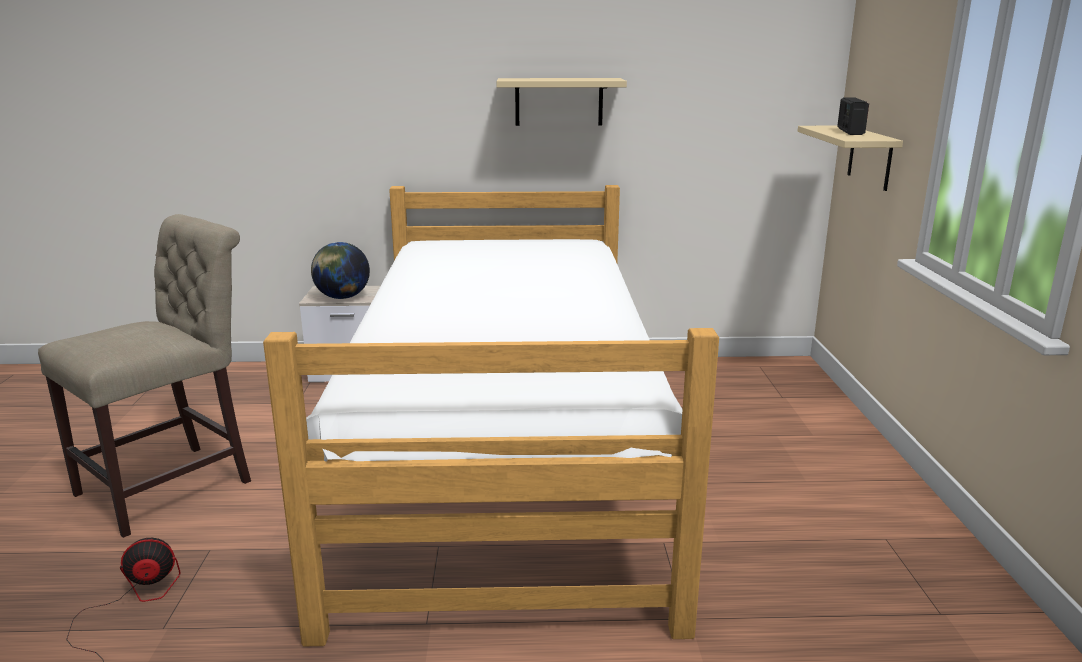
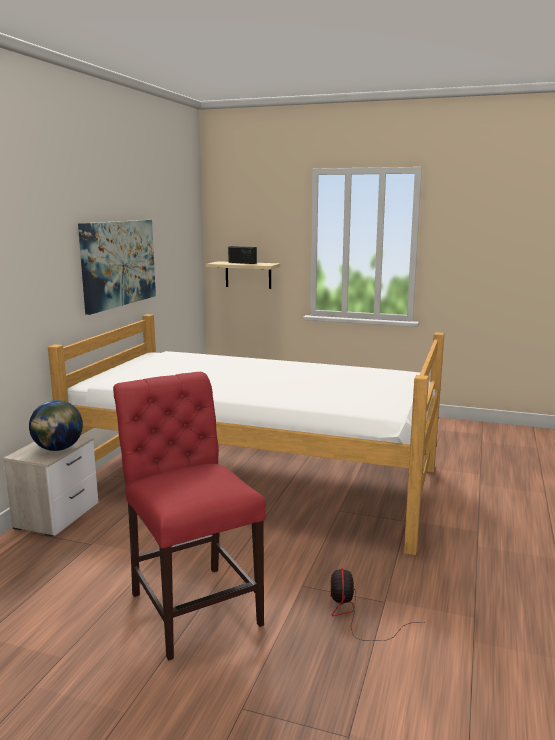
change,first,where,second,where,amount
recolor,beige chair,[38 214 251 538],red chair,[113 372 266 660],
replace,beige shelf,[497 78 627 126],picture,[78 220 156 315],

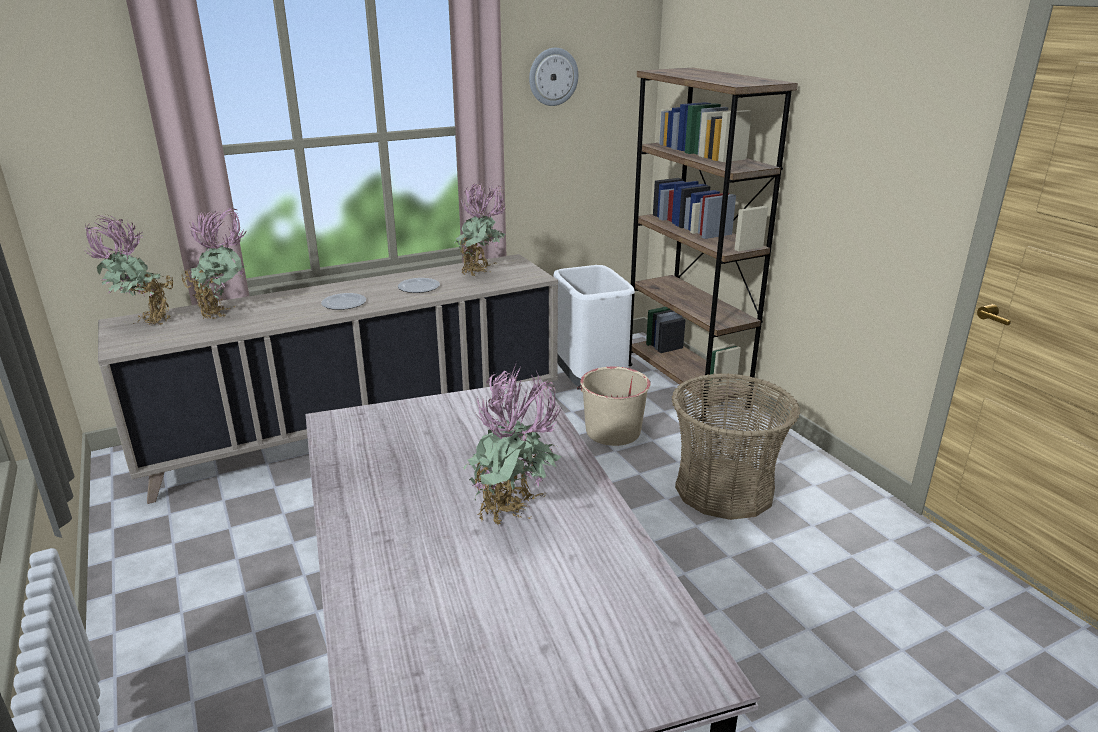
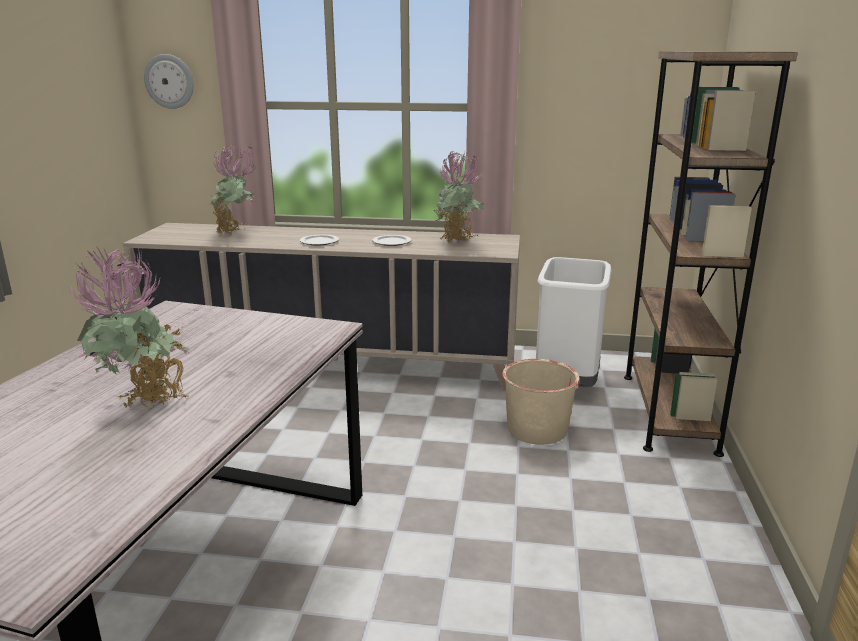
change,first,where,second,where,amount
delete,potted plant,[84 214 174 325],,,
move,wall clock,[529 48 579 106],,[144 54 194 109],
delete,basket,[672 373 800 520],,,

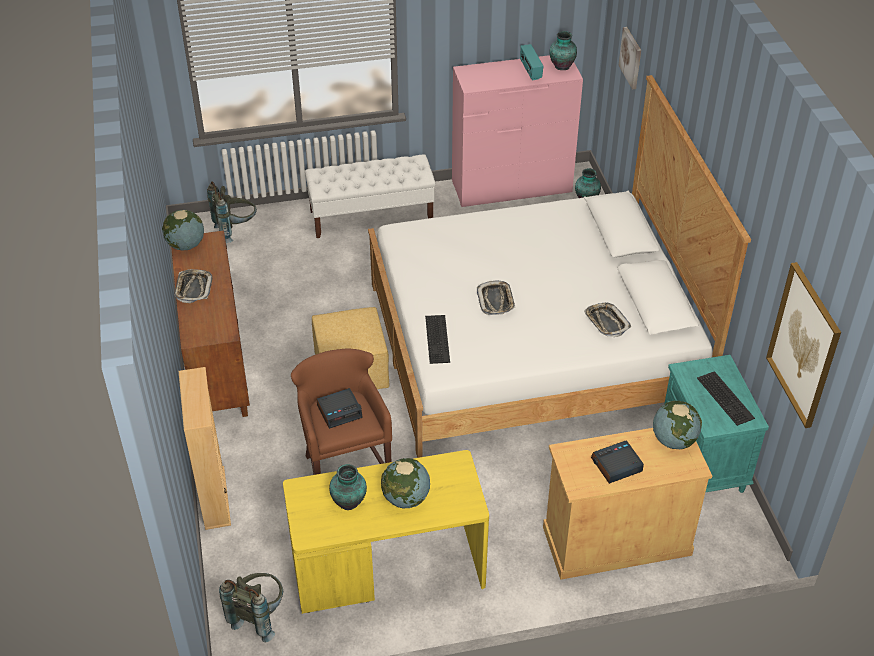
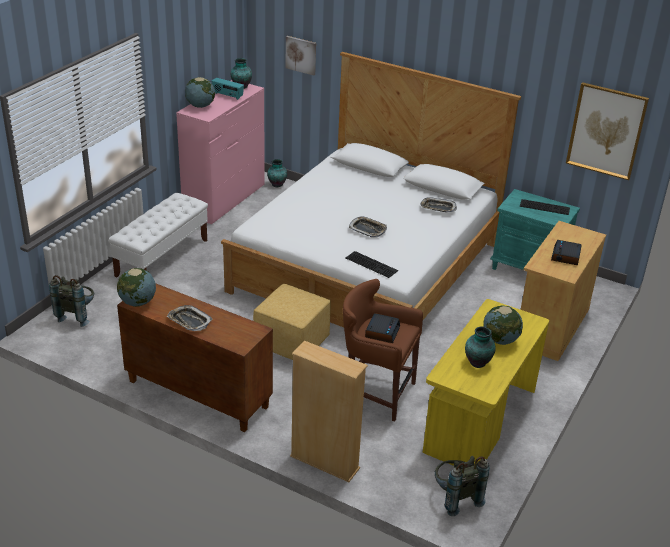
change,first,where,second,where,amount
move,globe,[653 401 702 449],,[185 77 215 108],

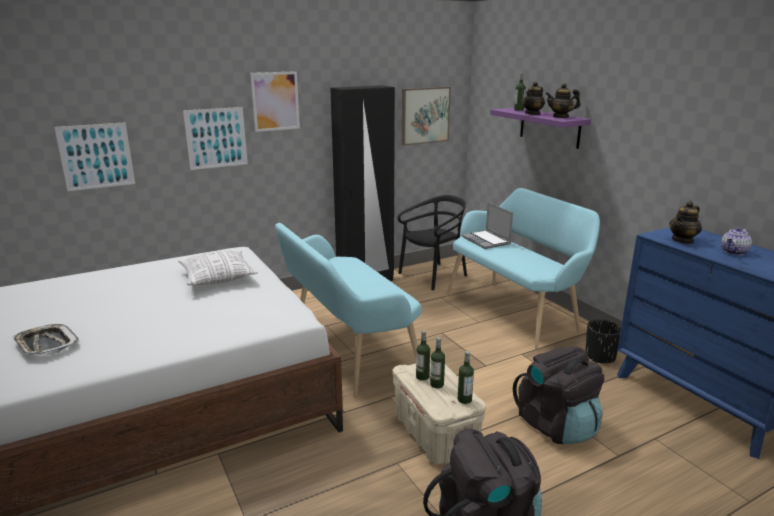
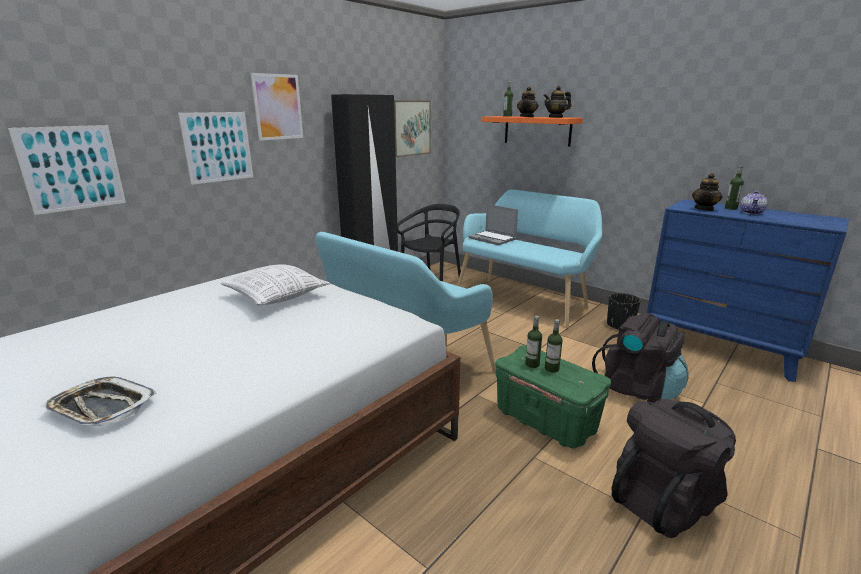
change,first,where,second,where,amount
recolor,beige storage box,[392 358 486 464],green storage box,[495 345 611 448],
move,bottle,[458 351 474 404],,[725 165 744 210],
recolor,purple shelf,[490 108 591 149],orange shelf,[481 116 583 147],

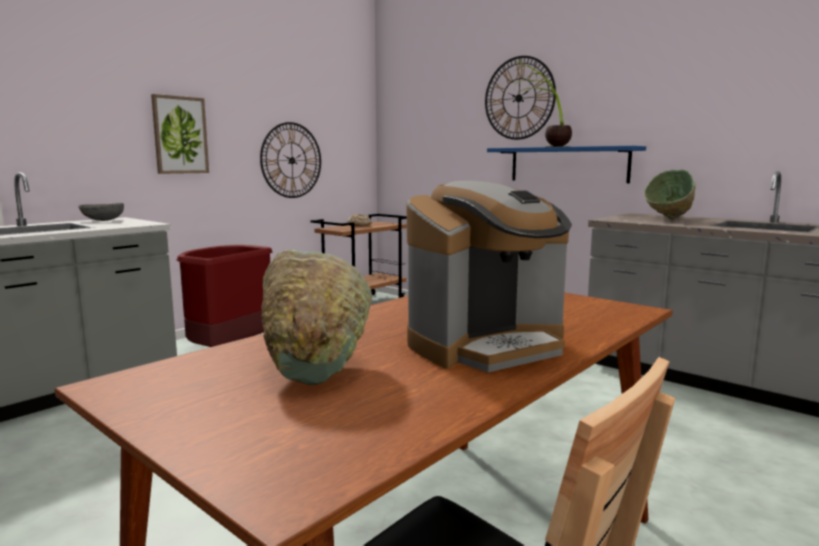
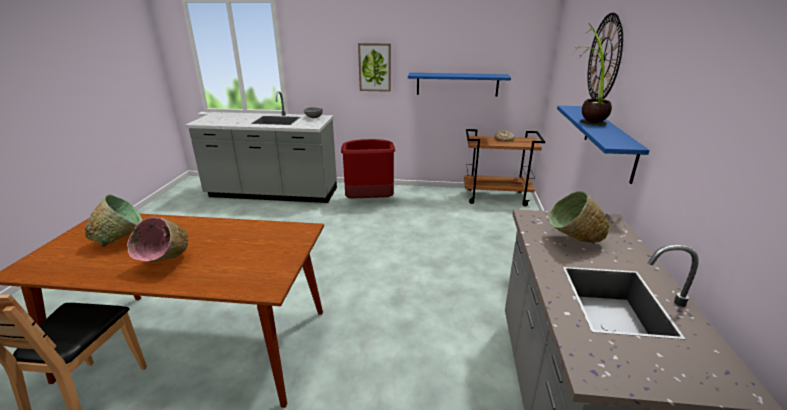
change,first,where,second,where,amount
replace,wall clock,[260 122 321 198],blue shelf,[408 73 511 97],
replace,coffee machine,[407 181 572 372],pink bowl,[127 217 188 262],

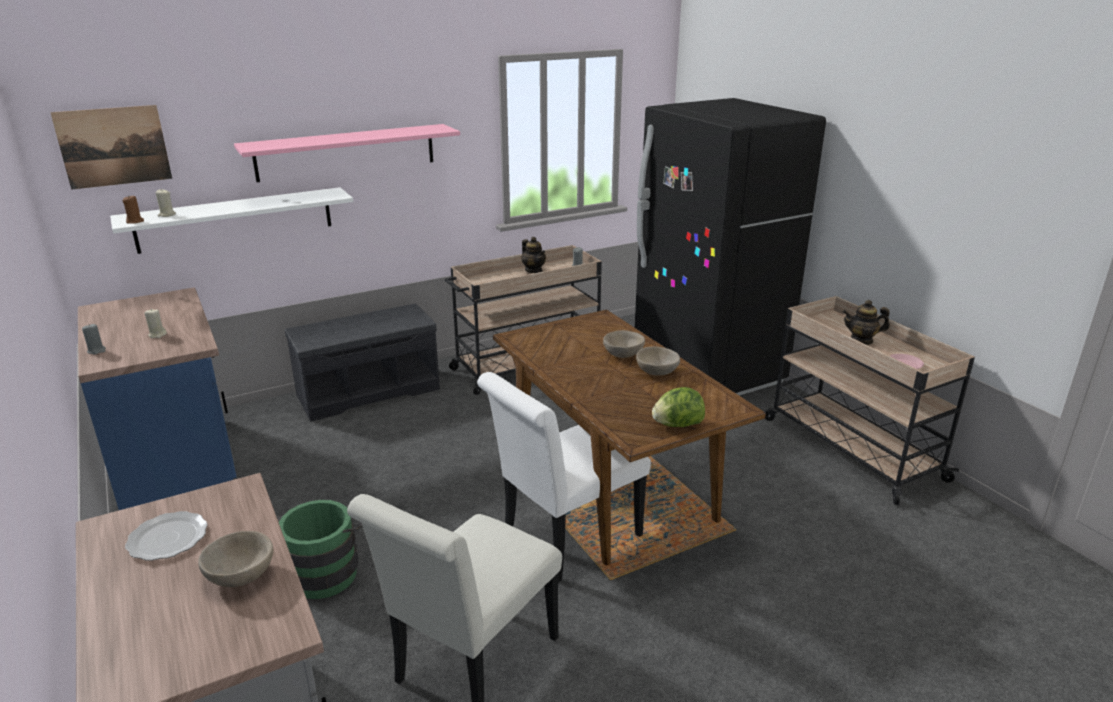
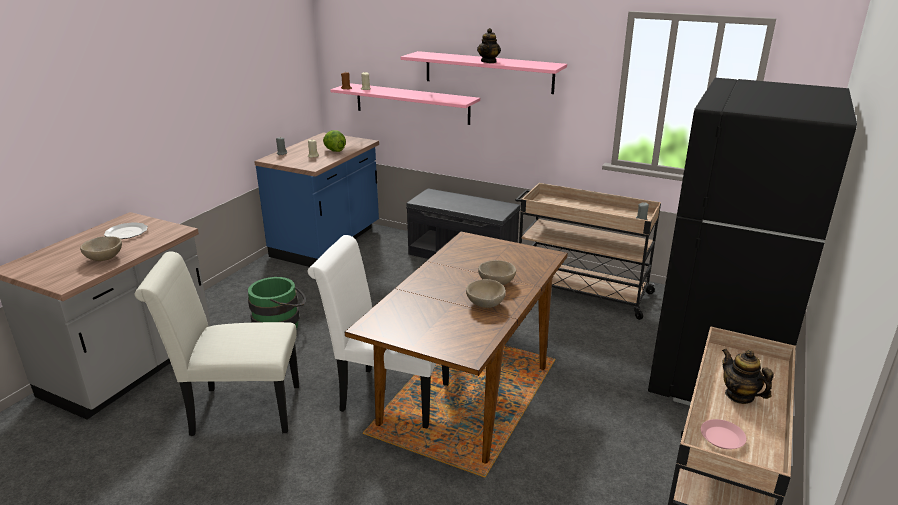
change,first,where,second,where,amount
delete,picture,[50 105 172 190],,,
recolor,white shelf,[110 187 353 254],pink shelf,[330 83 480 125],
move,teapot,[521 237 546 273],,[477 28 501 63],
move,lettuce,[652 387 705 427],,[323 130 346 152],

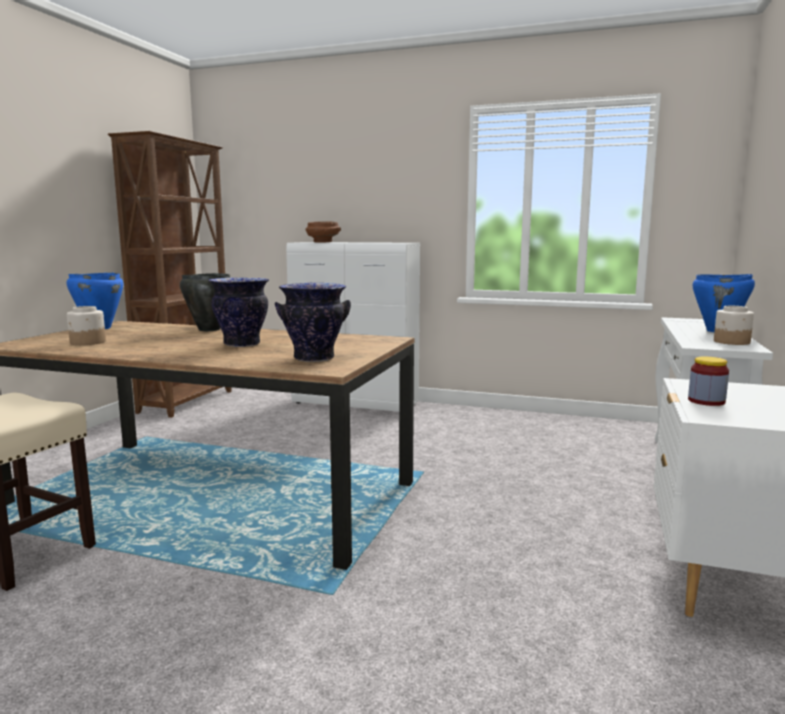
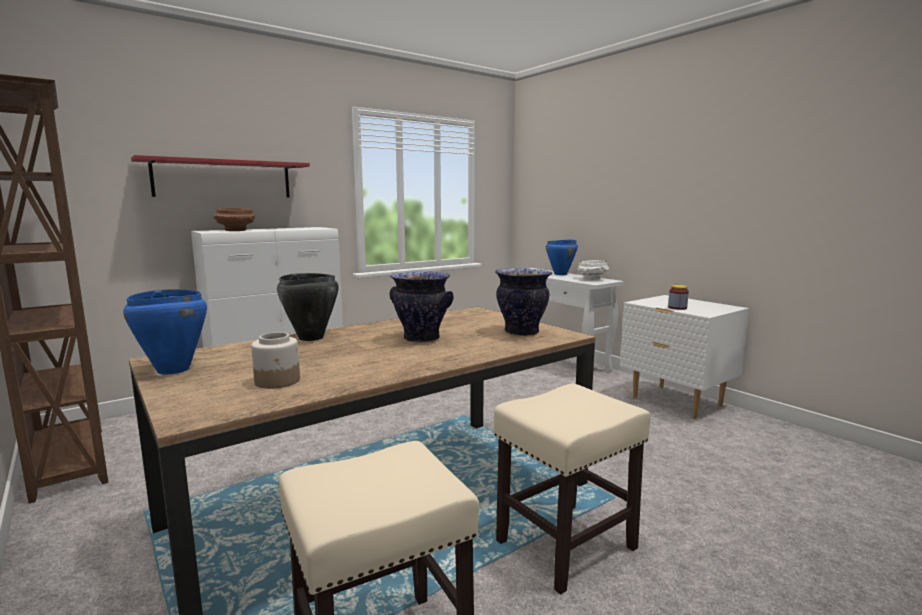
change,first,where,second,where,amount
replace,jar,[714 306 754 345],white bowl,[577 260 609 280],
insert,,,red shelf,[131 155 310 197],
insert,,,beige stool,[494 383 651 595],

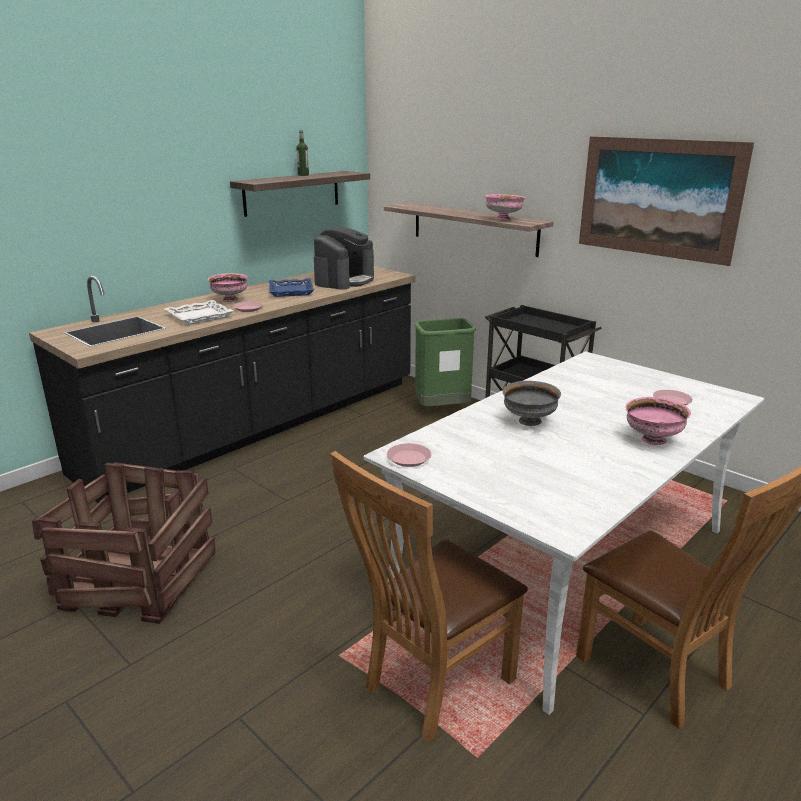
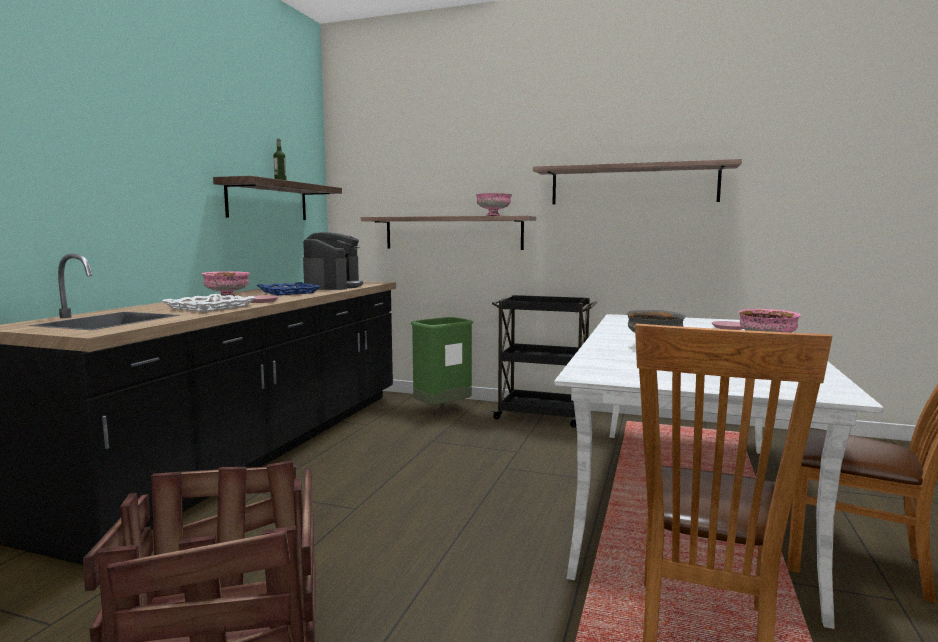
change,first,where,second,where,amount
delete,pink plate,[387 443 431 467],,,
replace,picture,[579 136 754 266],shelf,[533 159 742 205],

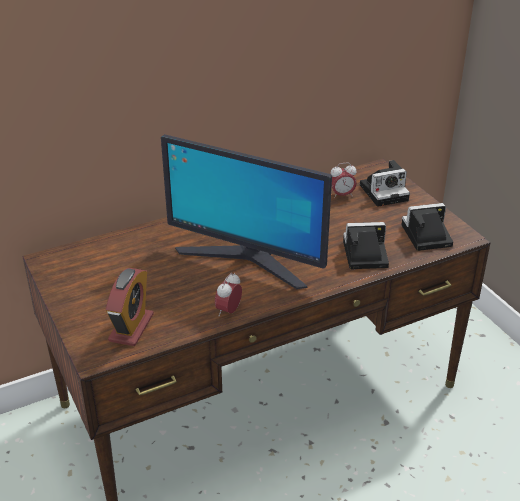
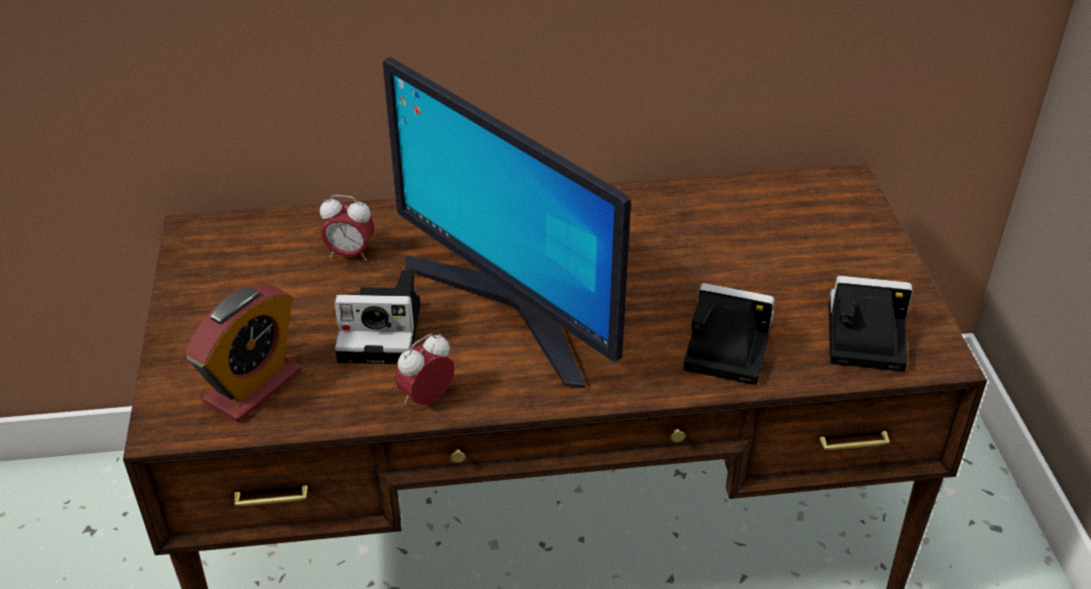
change,first,where,second,where,amount
move,alarm clock,[331 162 357 199],,[320 195 374 261],
move,photo camera,[360 160 410 207],,[335 270 420 364],

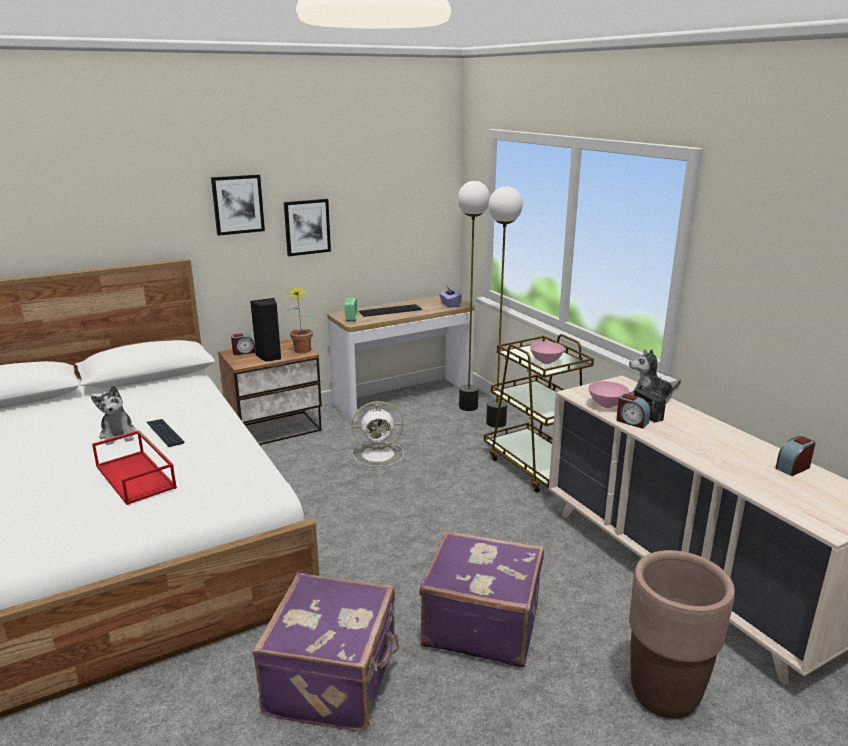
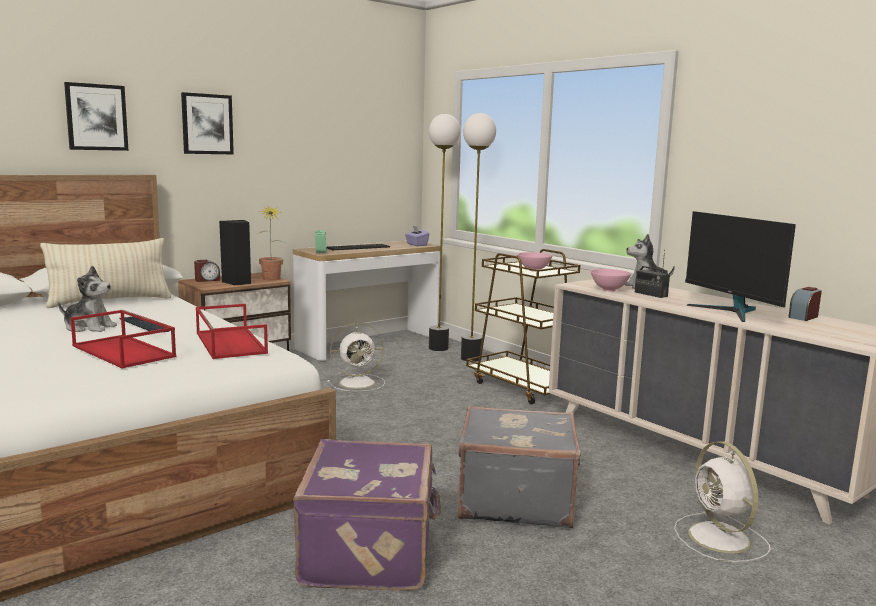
change,first,where,second,where,amount
rotate,plush toy,[91 386 137 445],,[58 266 117 332],45 degrees counterclockwise
move,picture,[284 199 331 256],,[64 82 129 151],
recolor,purple suitcase,[419 531 544 667],grey suitcase,[458 406 581 528],
delete,alarm clock,[616 394 651 429],,,
replace,brown planter,[629 550 735 718],white fan,[674 441 770 562],
insert,,,beige pillow,[40 238 172 308],
insert,,,red tray,[196 304 268 359],
insert,,,monitor,[685 211 796 322],

